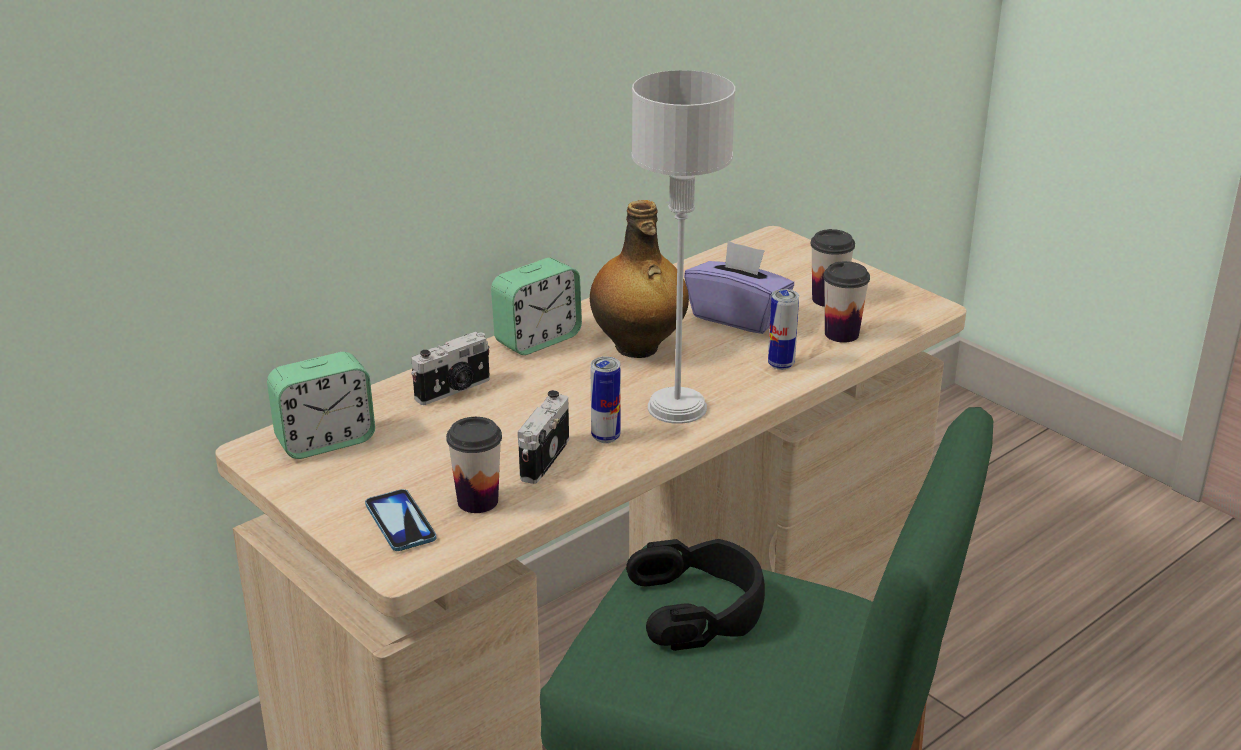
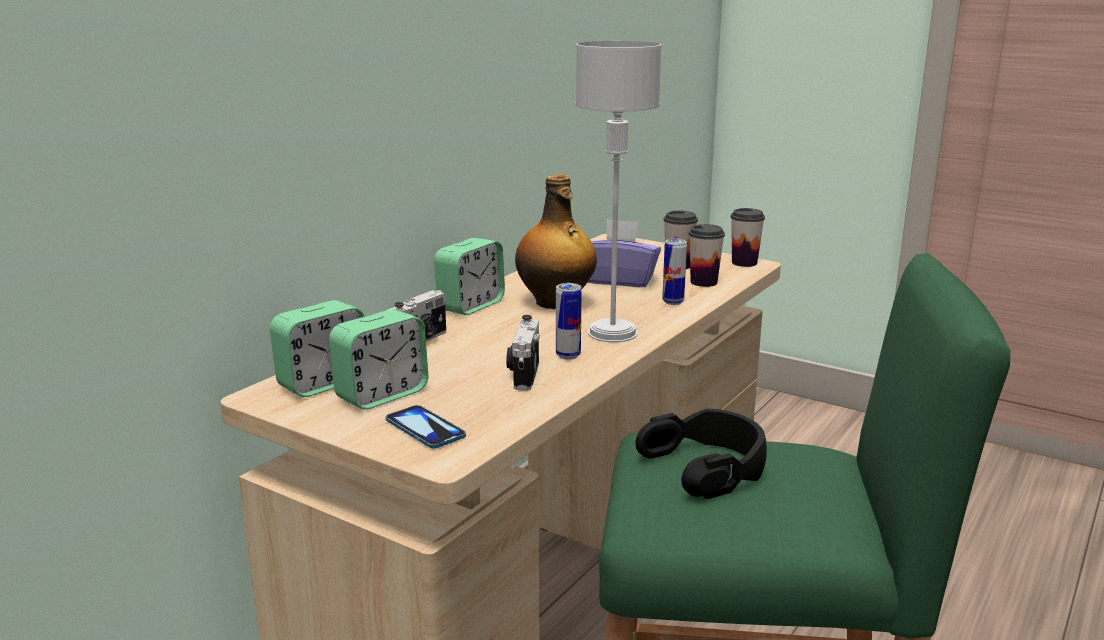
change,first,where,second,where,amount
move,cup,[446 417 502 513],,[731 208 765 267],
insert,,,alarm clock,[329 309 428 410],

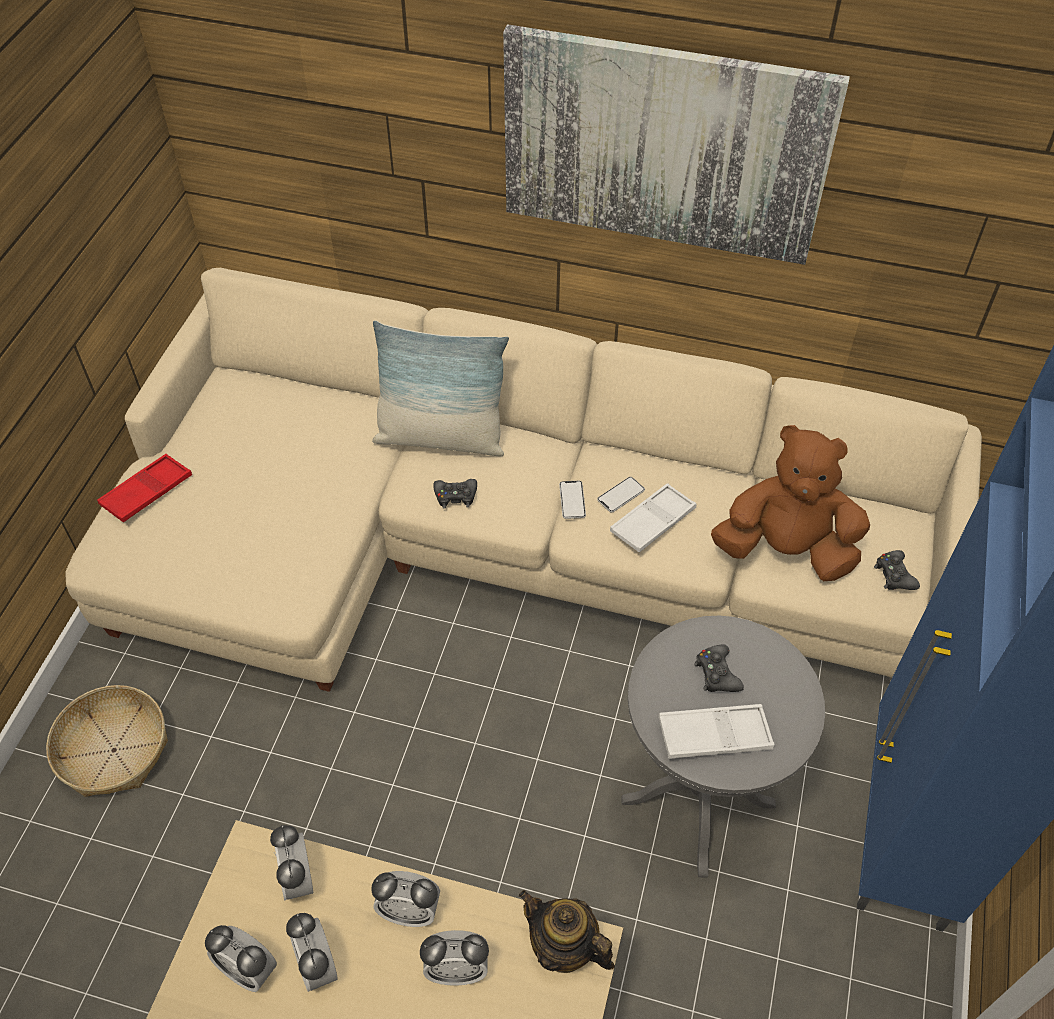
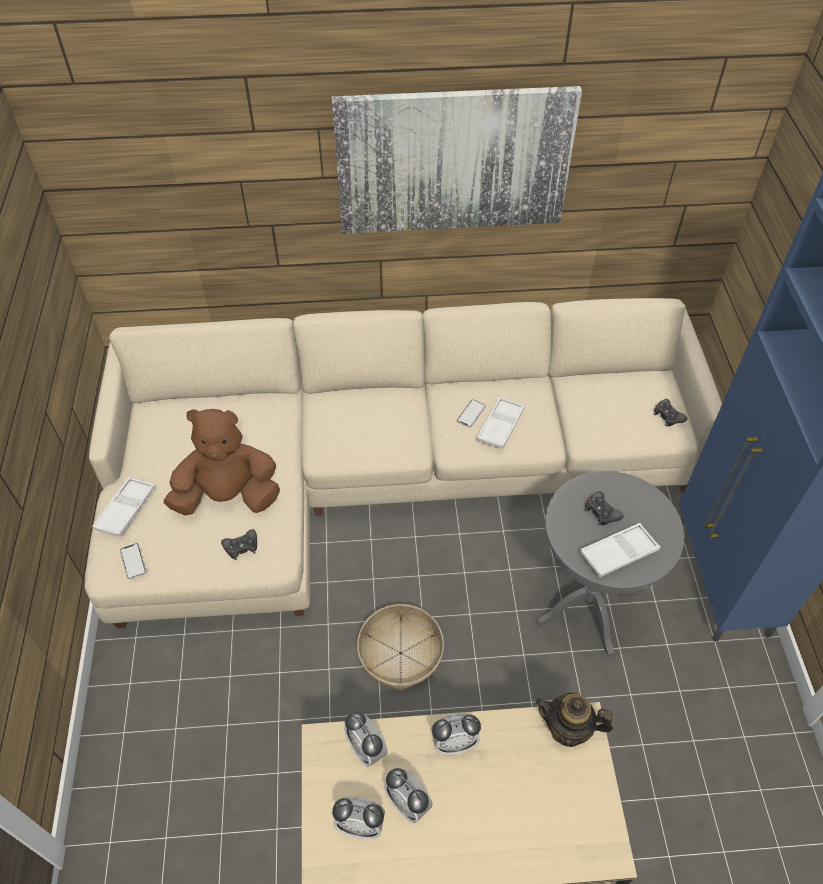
change,first,where,second,where,amount
move,basket,[46 685 168 797],,[357 604 444 691],
recolor,red tray,[97 454 192 522],white tray,[92 477 156 537],
delete,pillow,[372 320 509 456],,,
delete,alarm clock,[420 930 489 986],,,
move,black game controller,[433 479 477 509],,[221 529 257 560],
move,phone,[559 481 586 519],,[120 543 146 579],
move,brown plush toy,[711 425 870 581],,[164 409 280 515],

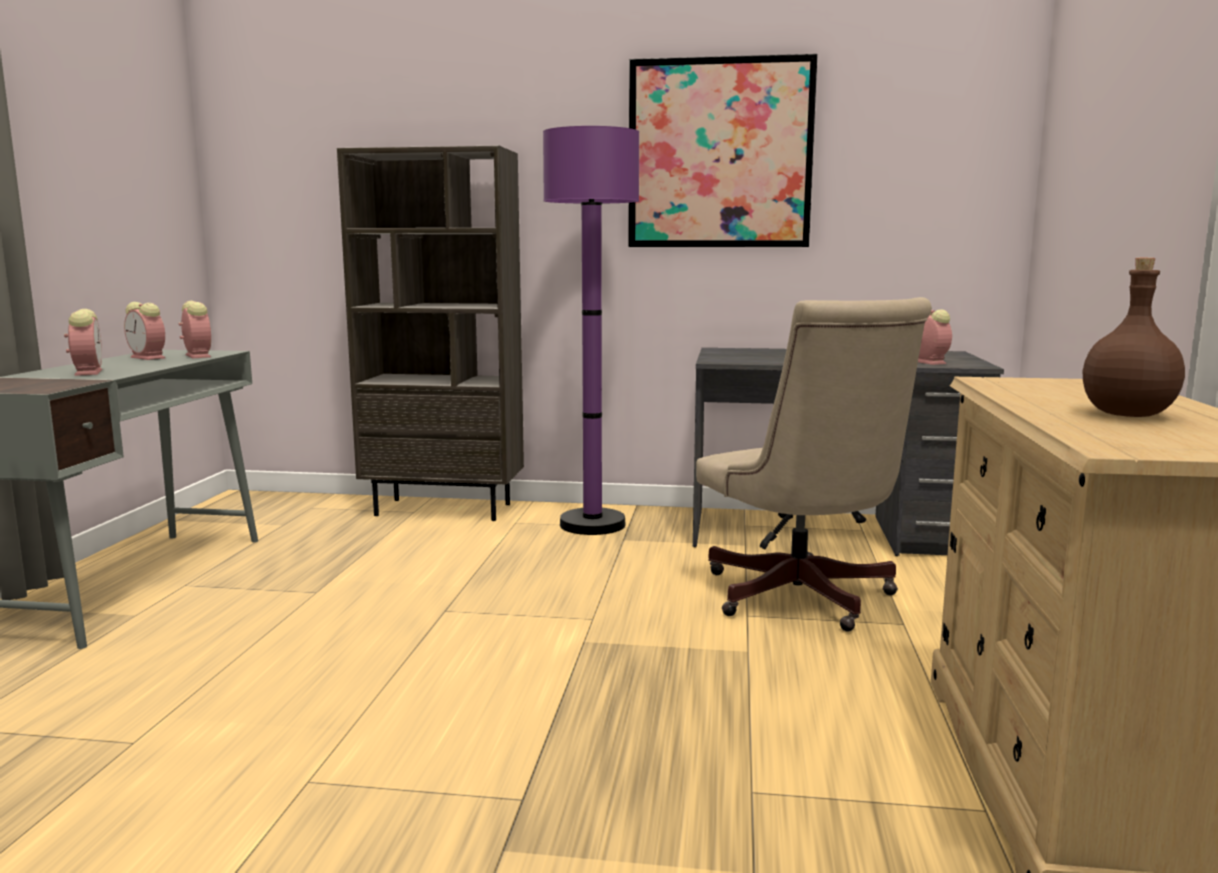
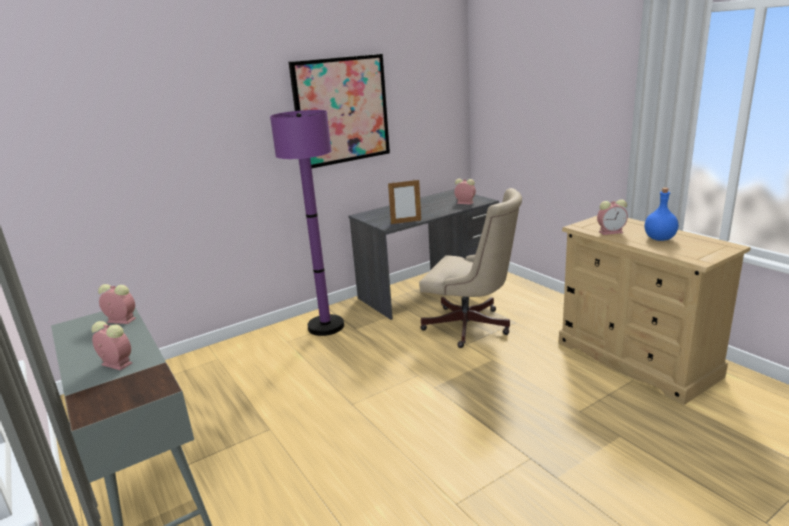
change,first,where,second,where,amount
move,alarm clock,[124 302 165 360],,[597 199 628 235],
delete,brown bookcase,[337 146 524 521],,,
recolor,brown bottle,[1083 258 1185 417],blue bottle,[644 188 678 241],
insert,,,picture frame,[388 180 421 224],

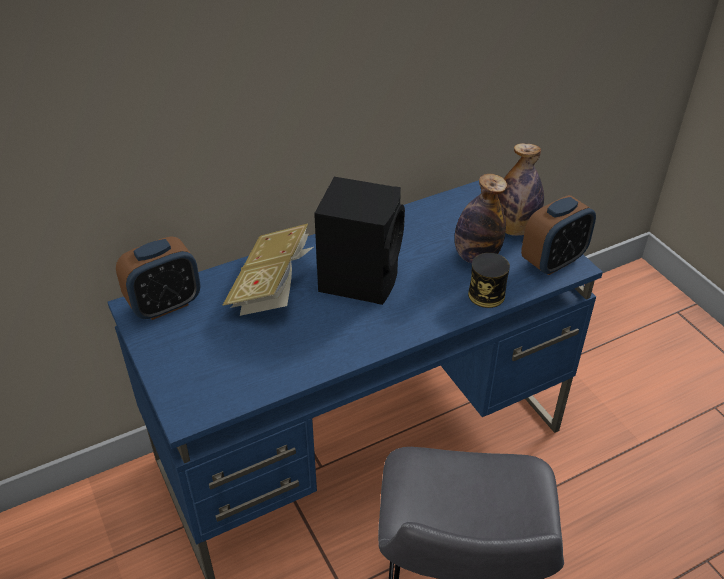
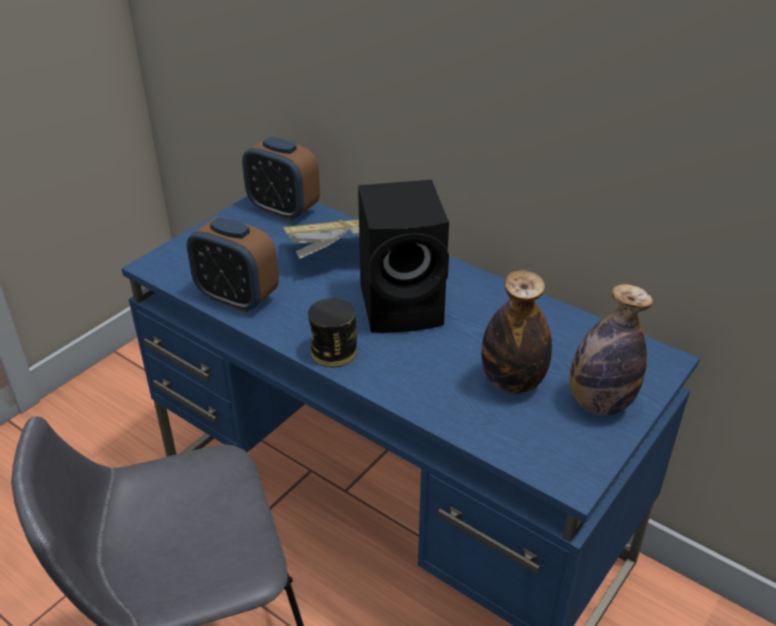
change,first,where,second,where,amount
move,can,[468 253 510 308],,[308 298 357 368],
move,alarm clock,[521 195 596 275],,[187 217 279 312],

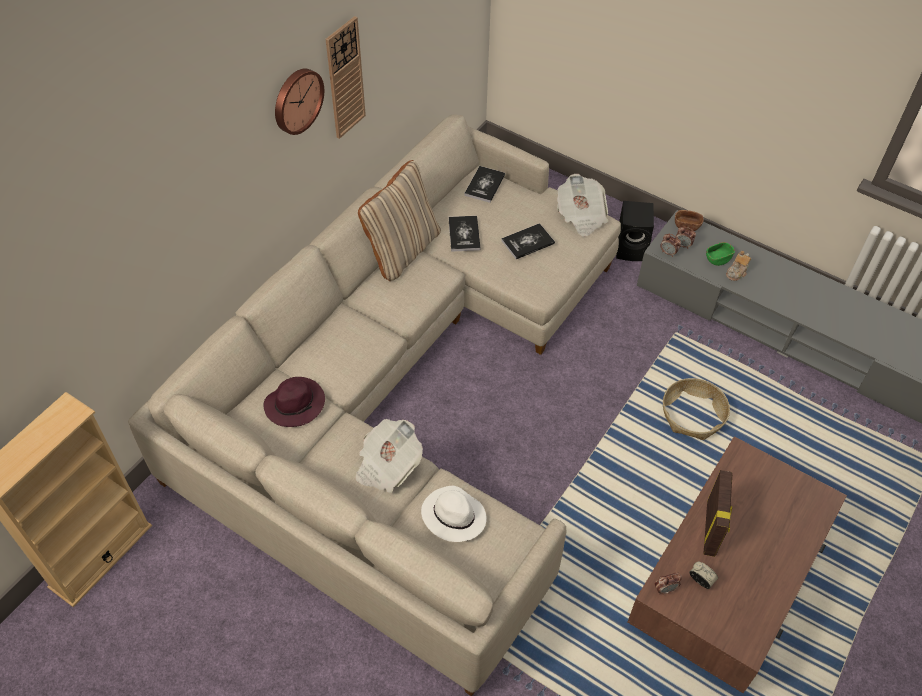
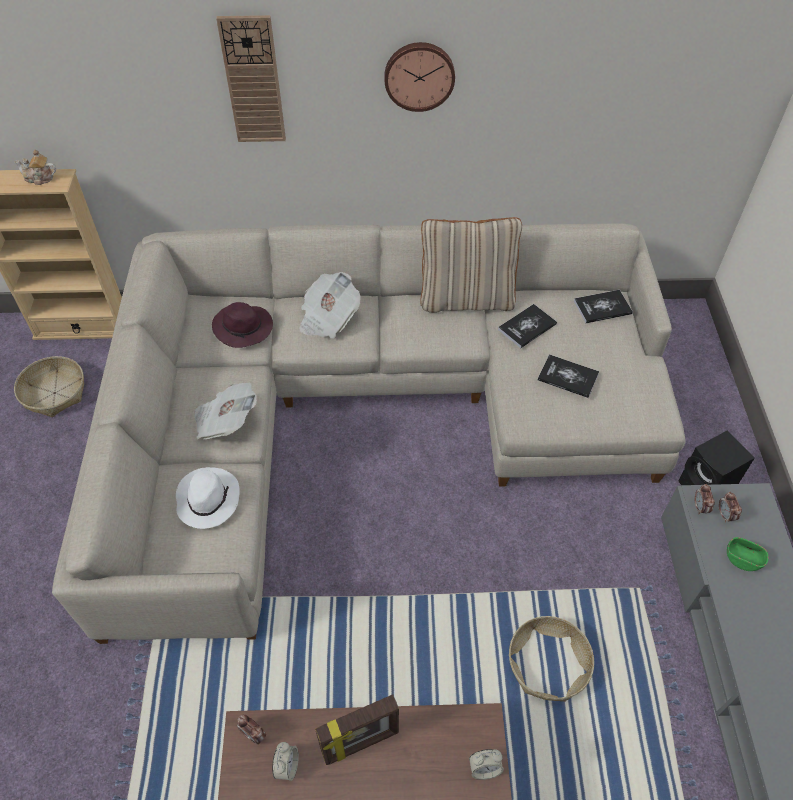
change,first,where,second,where,amount
move,wall clock,[326 16 366 139],,[216 15 286 142],
move,newspaper,[557 174 608 237],,[299 272 361 339],
delete,brown bowl,[675 210 704 231],,,
move,teapot,[726 251 751 281],,[14 150 56 185],
insert,,,basket,[14 356 84 417],
insert,,,alarm clock,[469 749 504 780],

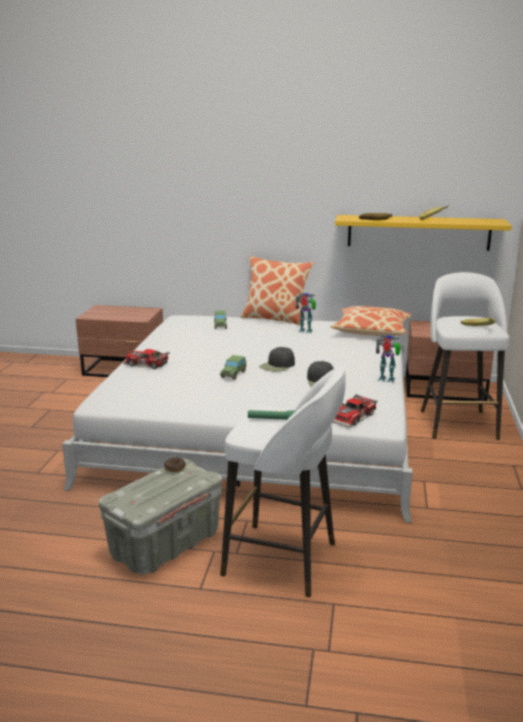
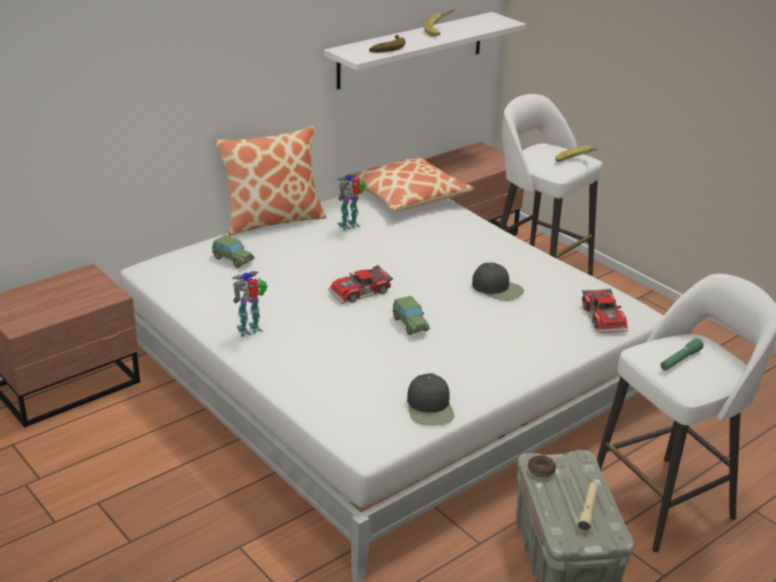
change,first,where,second,where,amount
move,toy car,[123 349 170 369],,[328 265 393 304],
move,black cap,[259 347 295 372],,[407 373 454 426],
recolor,yellow shelf,[335 215 512 251],white shelf,[324 12 526 89],
move,toy robot,[376 334 401 383],,[232 271 268 337],
insert,,,beige flashlight,[578 482 598 531],

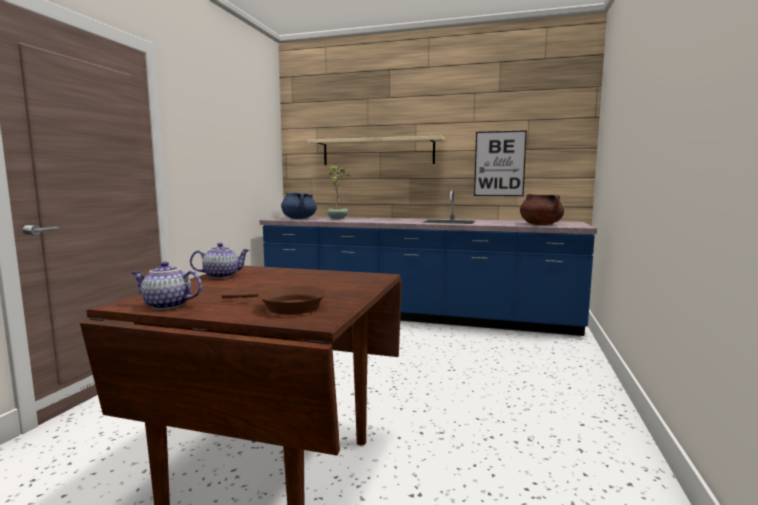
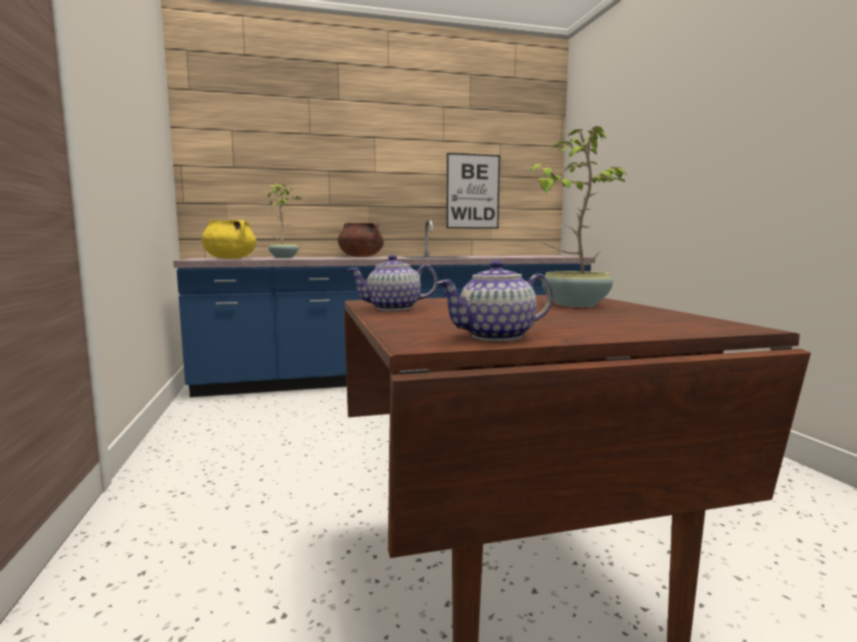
change,first,where,second,where,amount
rotate,teapot,[190 243 249 278],,[348 255 438 311],135 degrees counterclockwise
delete,brown frying pan,[221 286 327 315],,,
recolor,blue cooking pot,[281 192 317 219],yellow cooking pot,[201 220 256 259],
delete,beige shelf,[308 136 445 165],,,
move,brown cooking pot,[520 194 564 225],,[338 223 384 257],
insert,,,potted plant,[531 126 627 307],

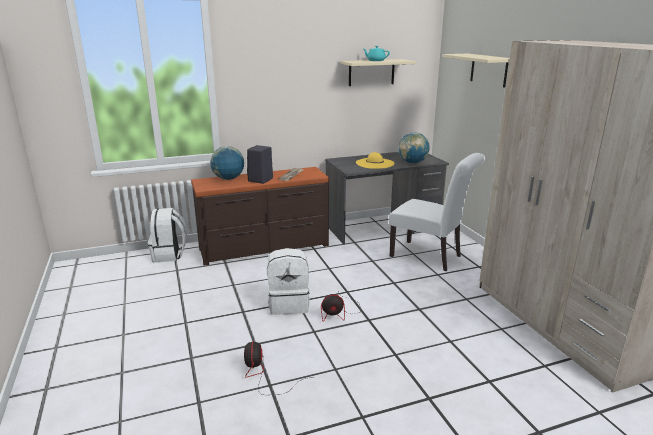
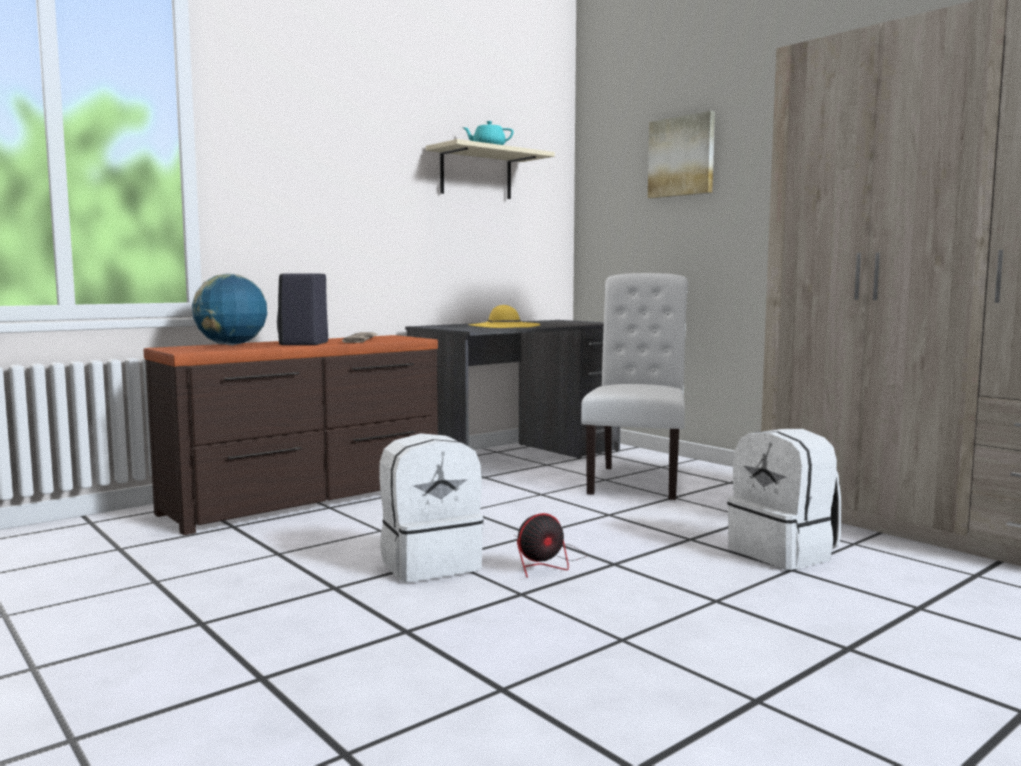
change,first,where,second,where,amount
move,white backpack,[148 208 187 262],,[727 429 842 570],
delete,fan,[244 341 315 395],,,
rotate,white chair,[389 153 485 271],,[581 273 688 500],90 degrees counterclockwise
delete,globe,[398 132 430 164],,,
replace,beige shelf,[442 54 510 88],picture,[648 111 715 198],

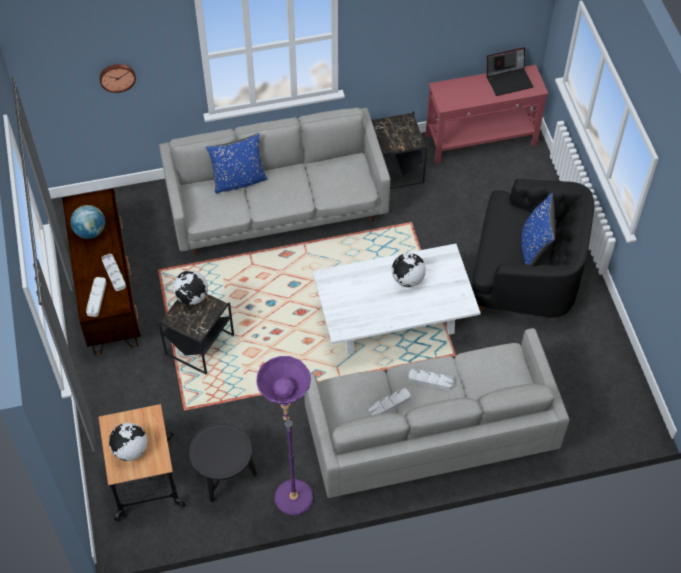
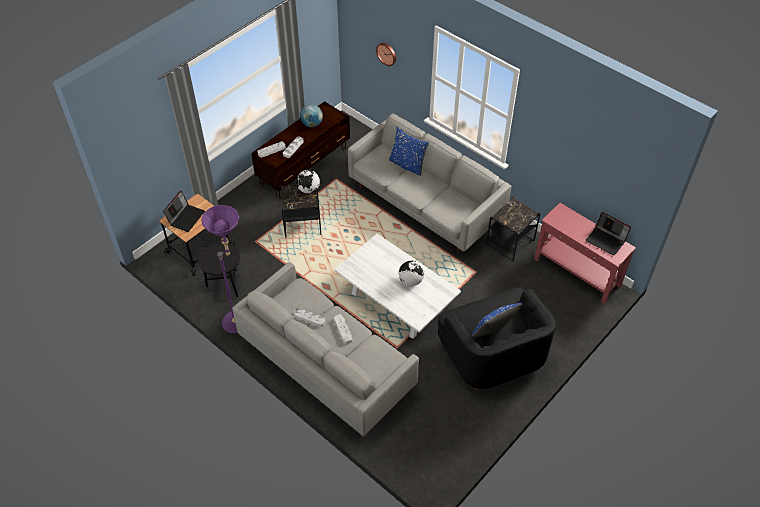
change,first,where,second,where,amount
replace,globe,[109 423 147 461],laptop,[163 190 205 232],

